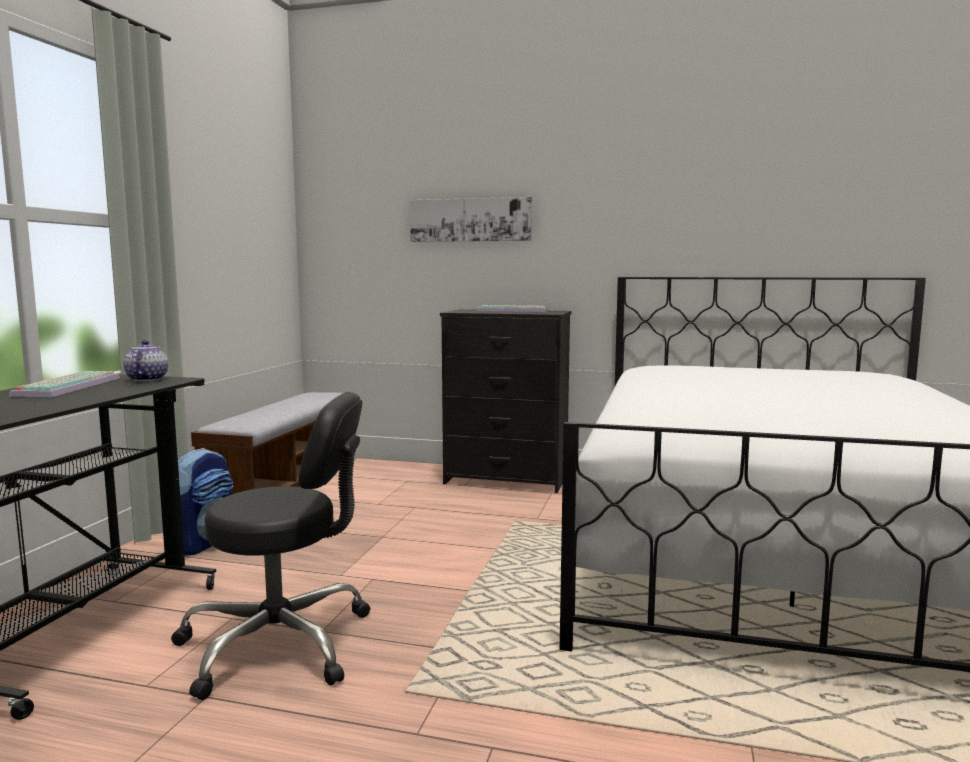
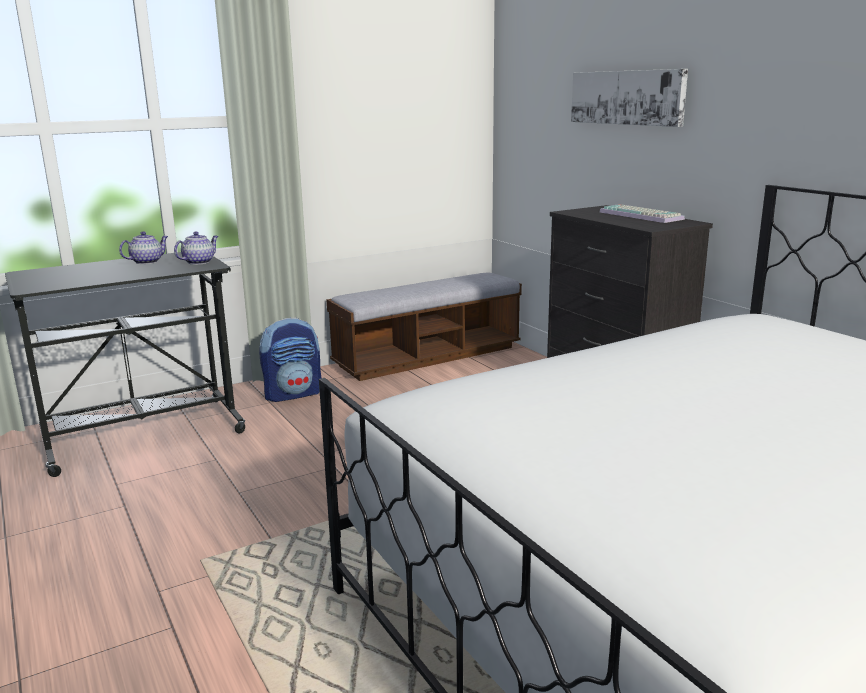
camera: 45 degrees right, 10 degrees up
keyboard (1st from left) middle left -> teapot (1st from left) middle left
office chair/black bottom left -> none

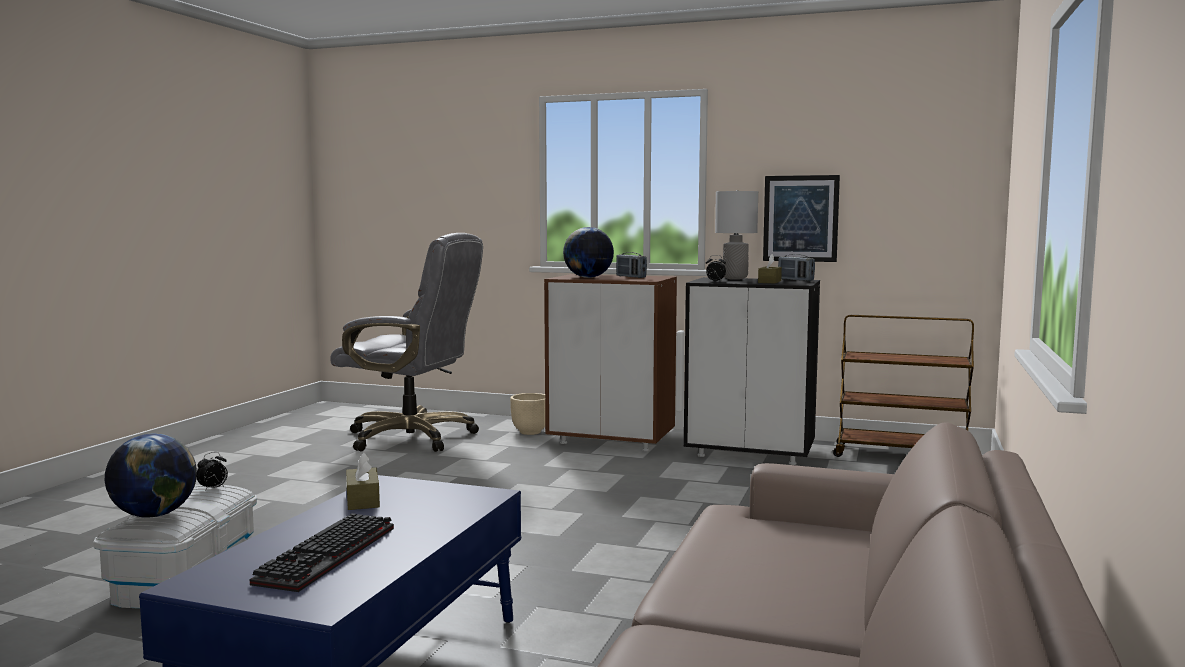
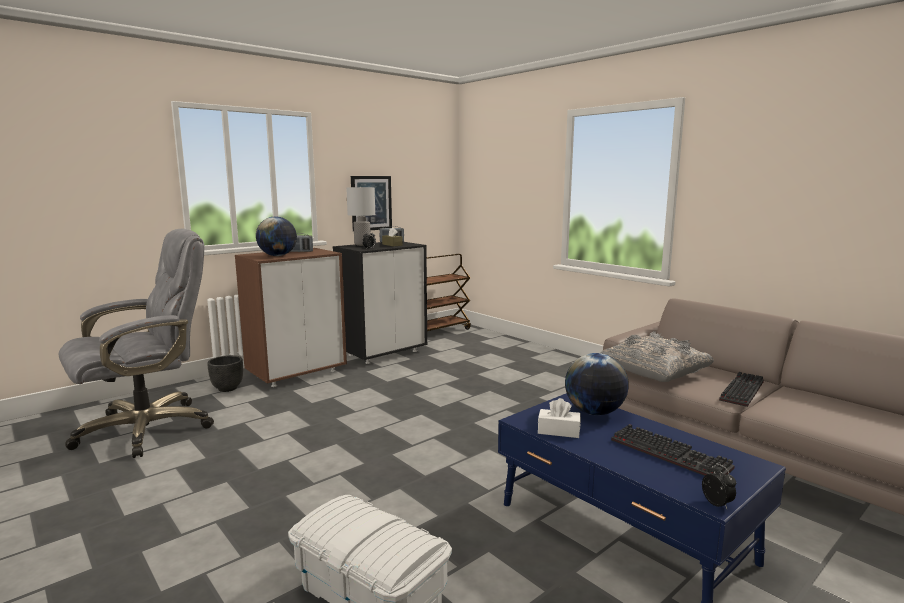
camera: 60 degrees left, 5 degrees up
planter/beige centre -> planter/black middle left
globe (1st from left in the first image) bottom left -> globe (2nd from left) centre, moved
alarm clock (1st from left in the first image) bottom left -> alarm clock (2nd from left) bottom right, moved
tissue box/brown (1st from left) bottom left -> tissue box/white bottom centre
none -> pillow/grey middle right
none -> keyboard (2nd from left) middle right

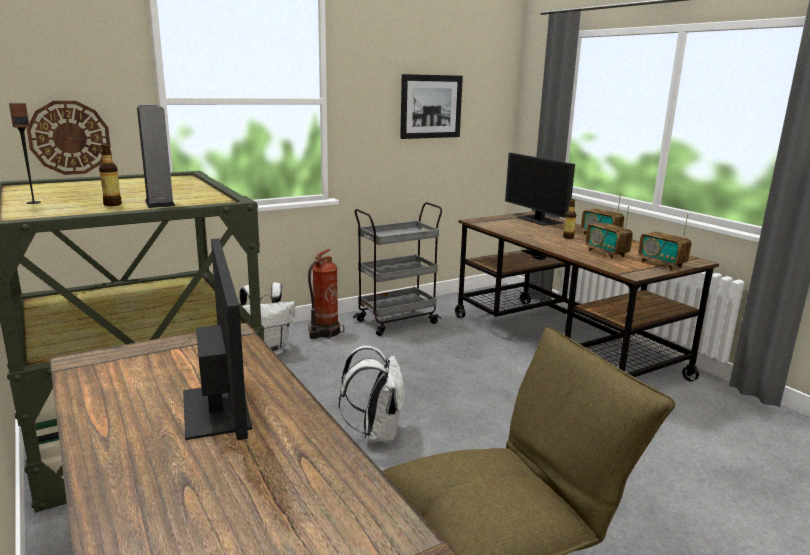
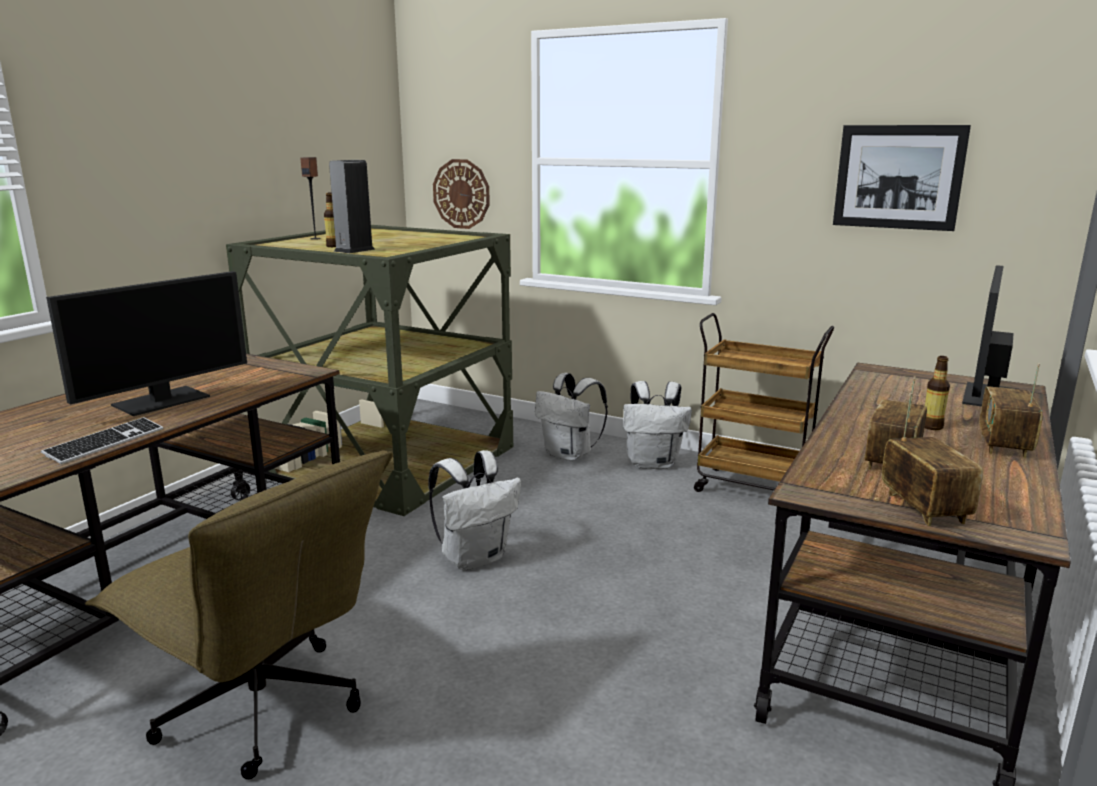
camera: 60 degrees right, 0 degrees up
cart/grey centre -> cart/brown middle right
radio (3rd from left in the first image) middle right -> radio (2nd from left) middle right, 150 degrees clockwise
fire extinguisher centre -> backpack/white (3rd from left) centre
none -> keyboard middle left

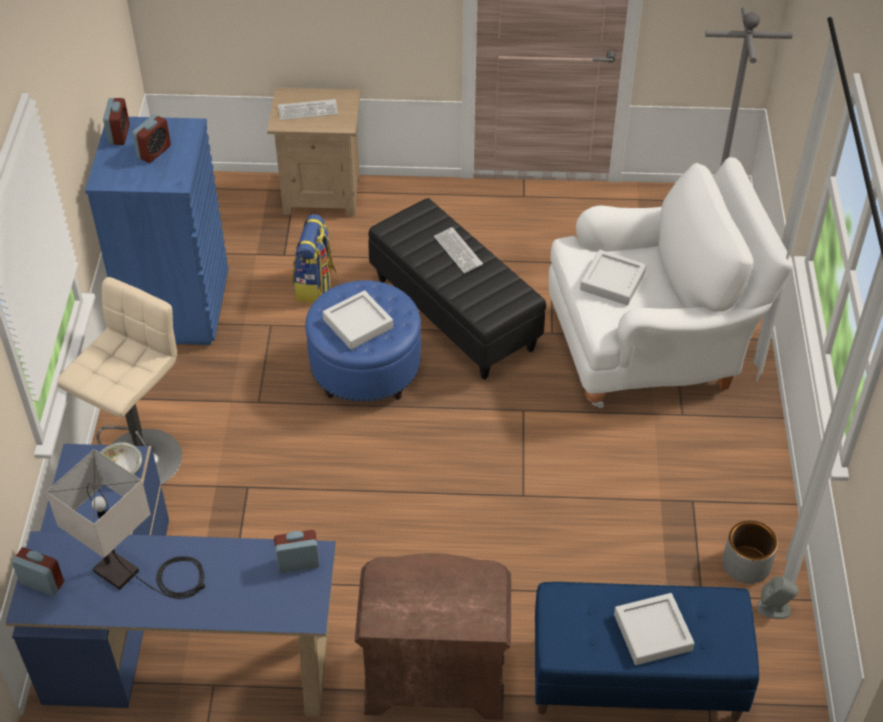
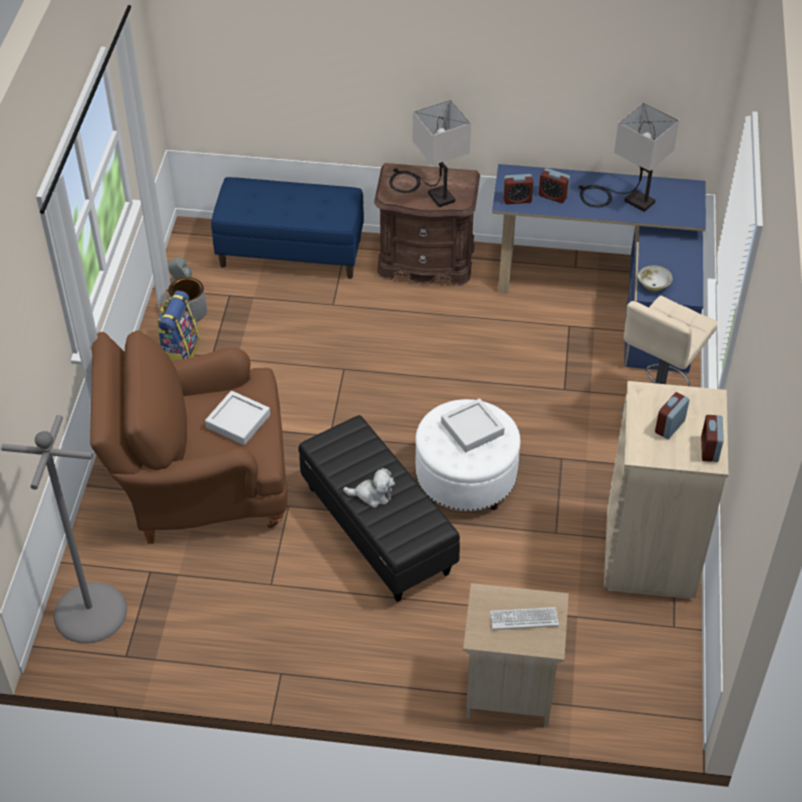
camera: 175 degrees left, 0 degrees up
dresser/blue top left -> dresser/beige middle right
armchair/white middle right -> armchair/brown middle left
backpack centre -> backpack middle left, moved
keyboard (2nd from left) centre -> plush toy centre
ottoman/blue centre -> ottoman/white centre
alarm clock (1st from left in the first image) bottom left -> alarm clock (2nd from left) top right, moved
tray/grey (3rd from left) bottom right -> none
none -> table lamp (1st from left) top centre

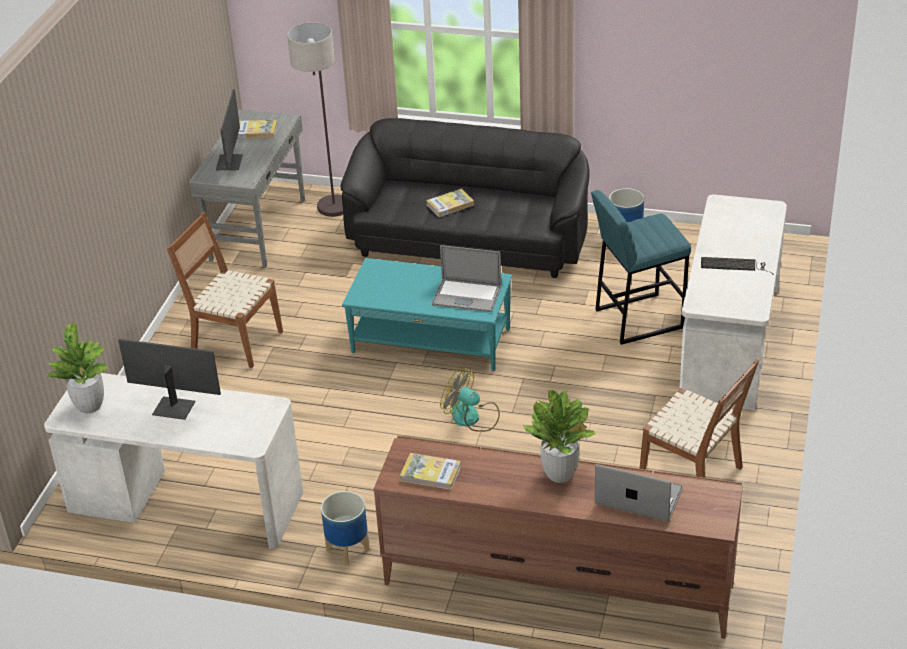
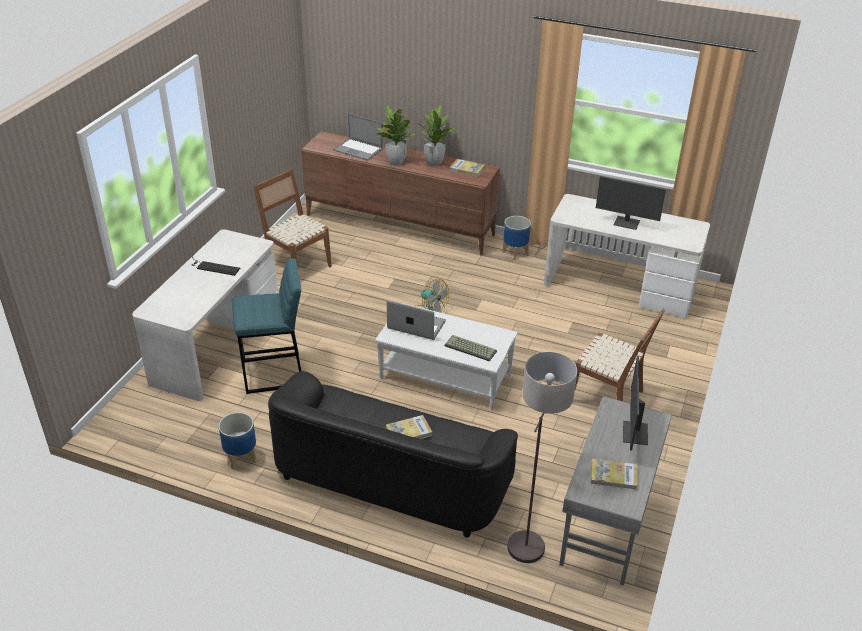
camera: 175 degrees left, 0 degrees up
coffee table/turquoise centre -> coffee table/white centre
potted plant (1st from left in the first image) middle left -> potted plant (2nd from left) top centre, moved
none -> keyboard (2nd from left) centre

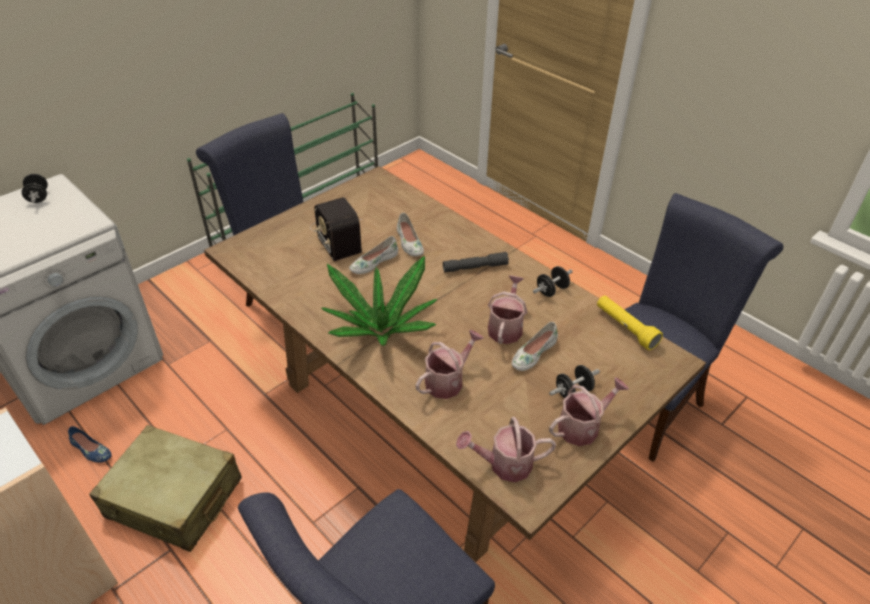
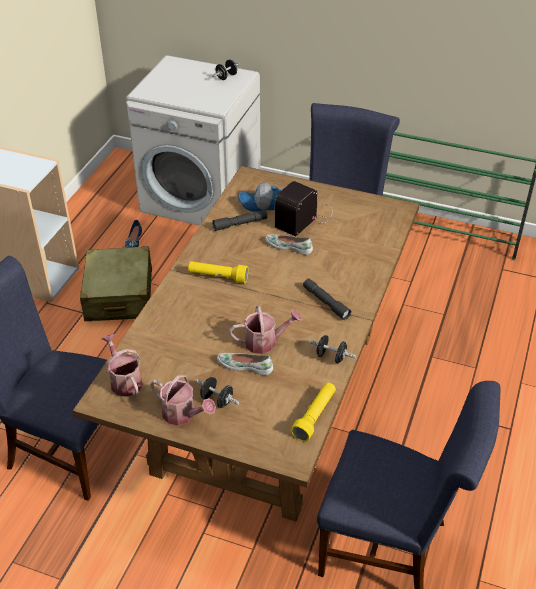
camera: 65 degrees right, 0 degrees up
shoe/white (2nd from left) centre -> none
potted plant centre -> flashlight/yellow (1st from left) centre
watering can (1st from left) centre -> none
none -> cap centre
none -> flashlight/grey (1st from left) centre

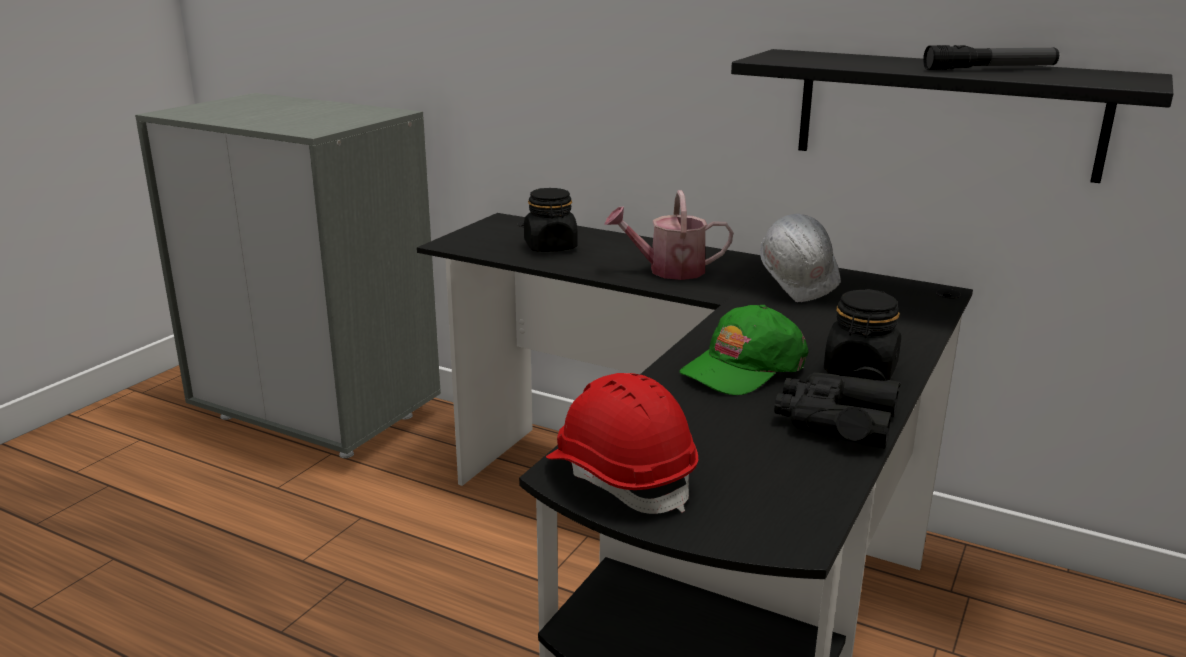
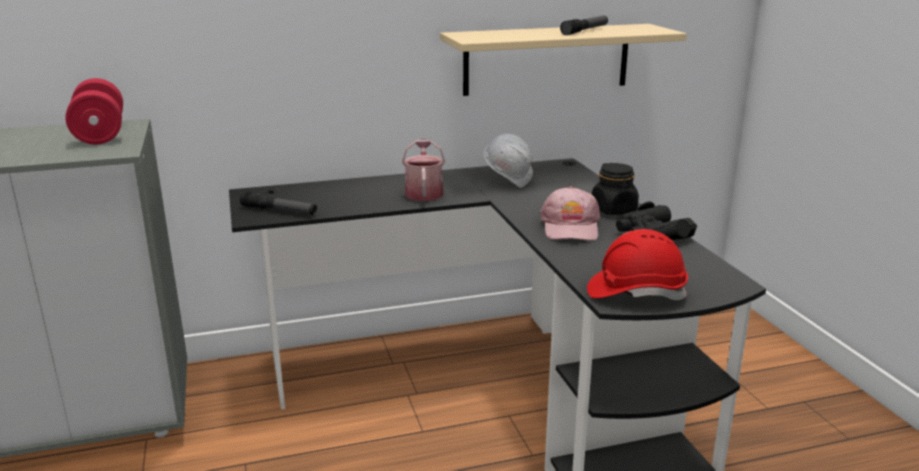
camera: 45 degrees left, 0 degrees up
shelf/black top right -> shelf/beige top centre
jar/black (1st from left) centre -> none
watering can centre, 135 degrees clockwise
cap/green centre -> cap/pink centre
none -> dumbbell/red top left
none -> flashlight (1st from left) middle left

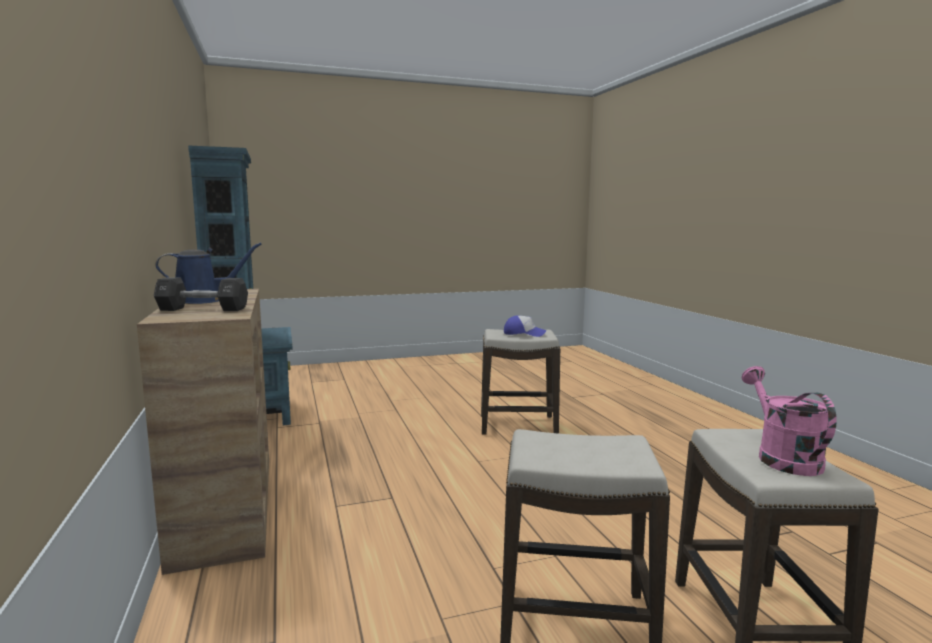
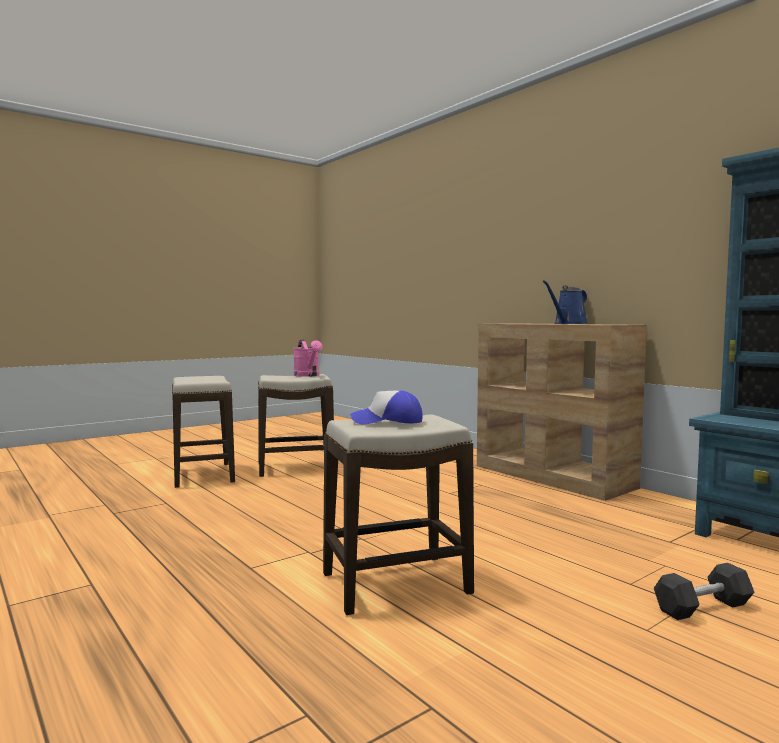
camera: 160 degrees right, 5 degrees down
dumbbell/black middle left -> dumbbell/black bottom right, moved
watering can/pink middle right -> watering can/pink centre, moved

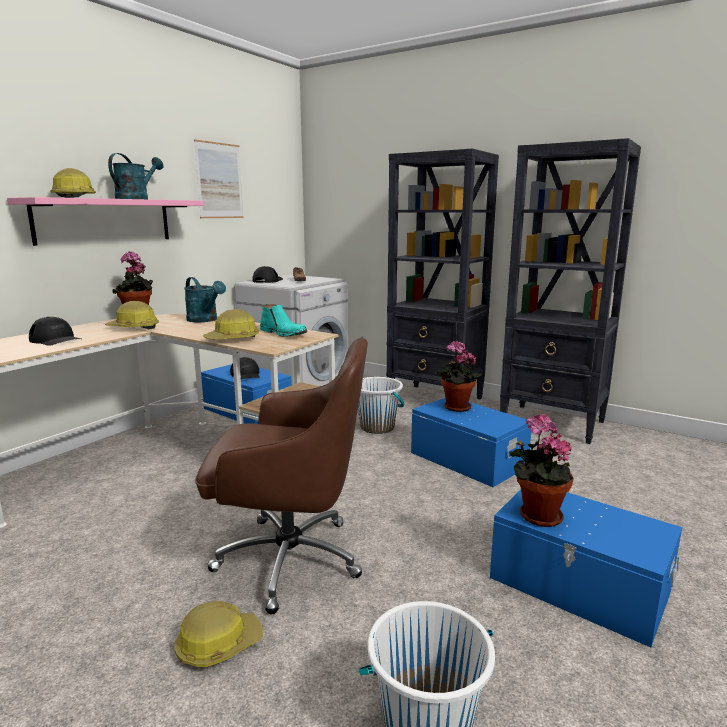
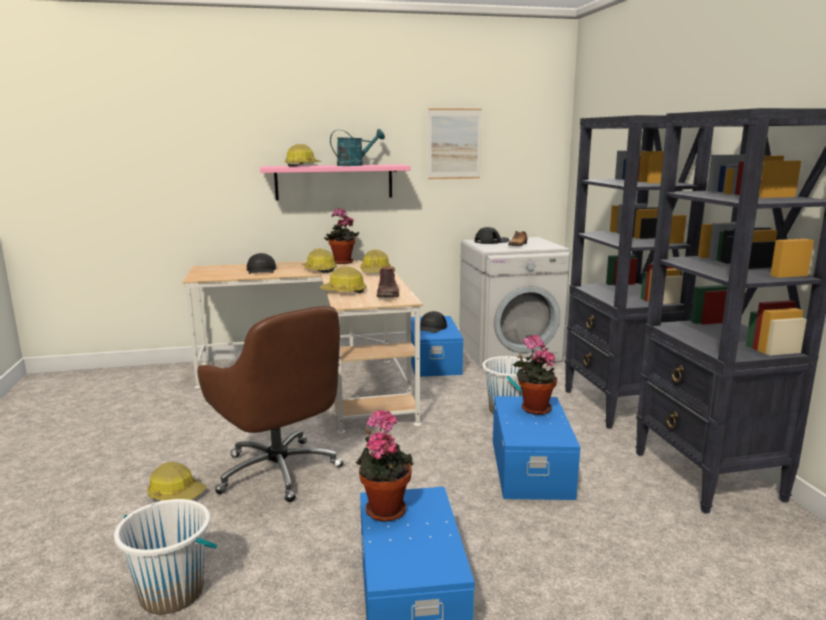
camera: 45 degrees right, 0 degrees up
watering can/turquoise (2nd from left) middle left -> hard hat (5th from left) centre
boot/turquoise centre -> boot/brown centre

